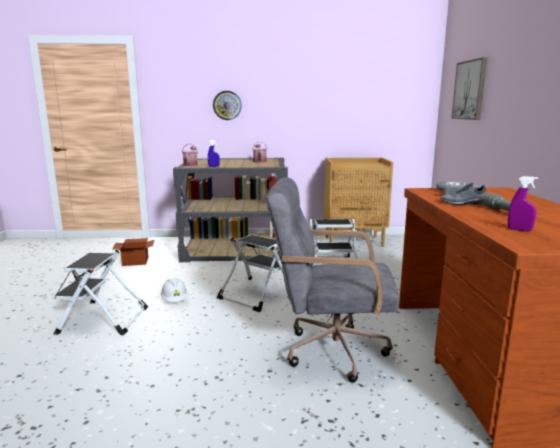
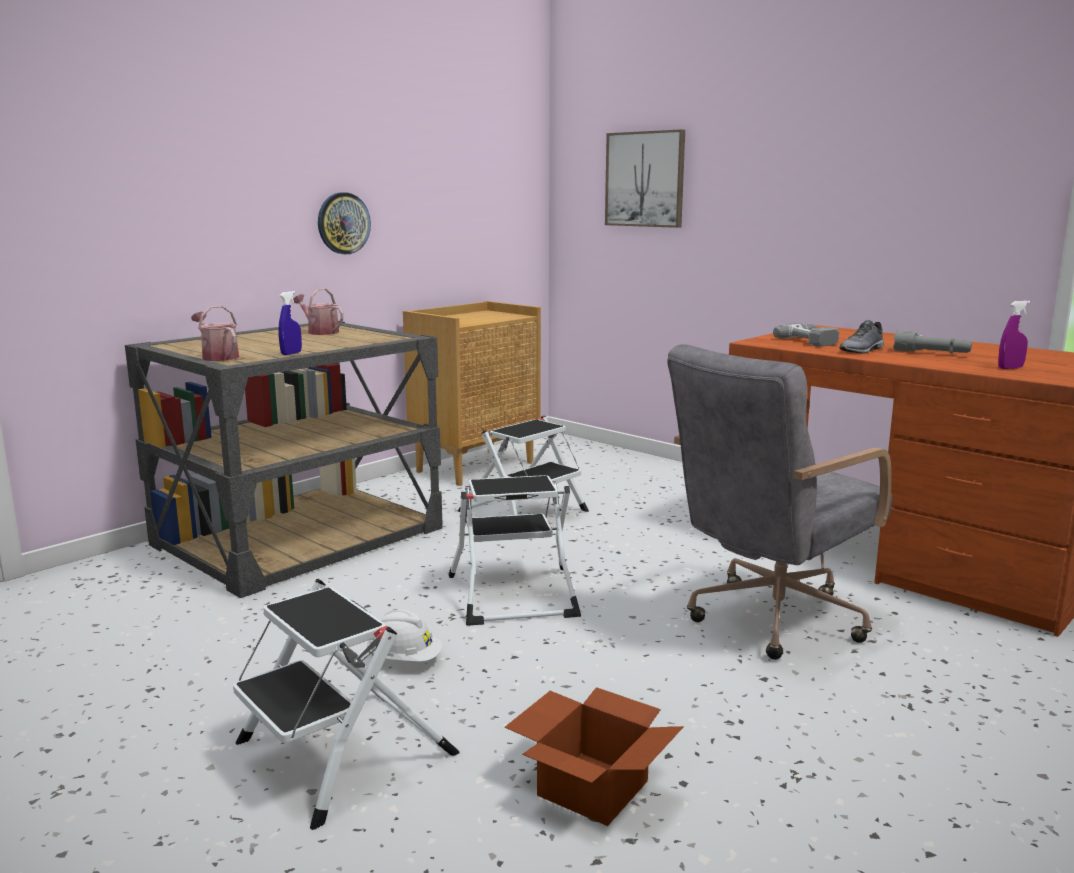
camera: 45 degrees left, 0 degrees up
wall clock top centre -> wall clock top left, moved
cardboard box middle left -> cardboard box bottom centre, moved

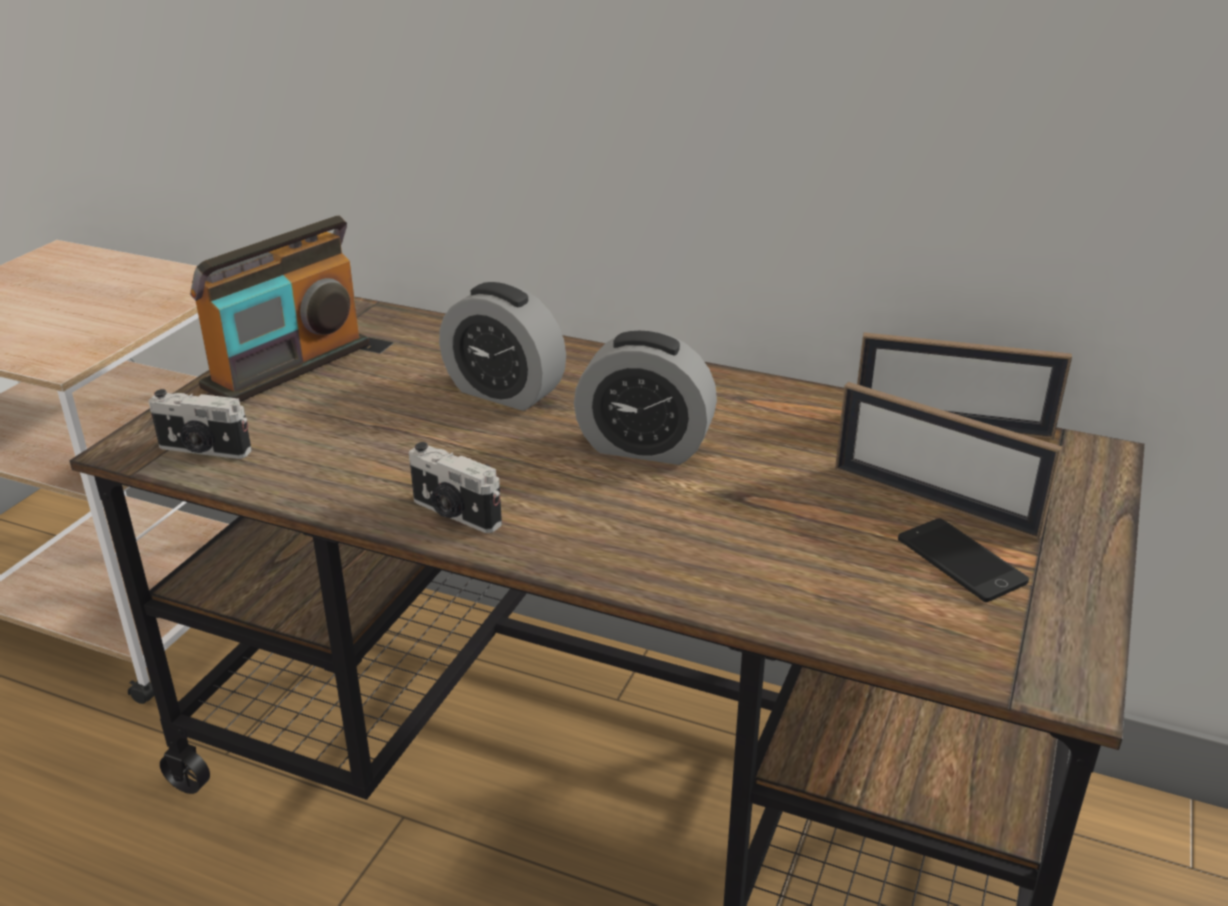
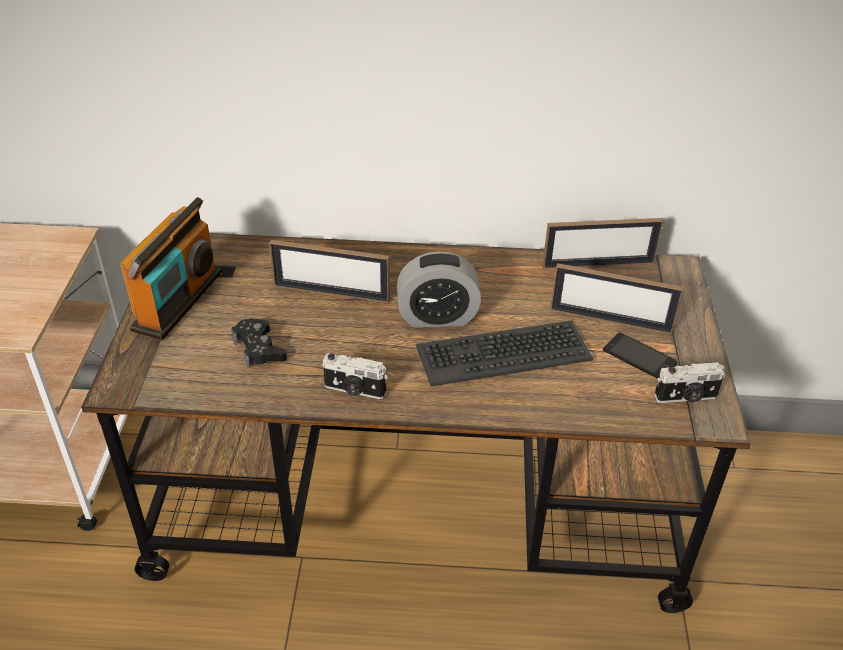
camera: 20 degrees left, 10 degrees up
alarm clock (1st from left) centre -> picture frame (1st from left) centre
photo camera (1st from left in the first image) middle left -> photo camera (2nd from left) middle right, moved
none -> game controller/black middle left
none -> keyboard centre

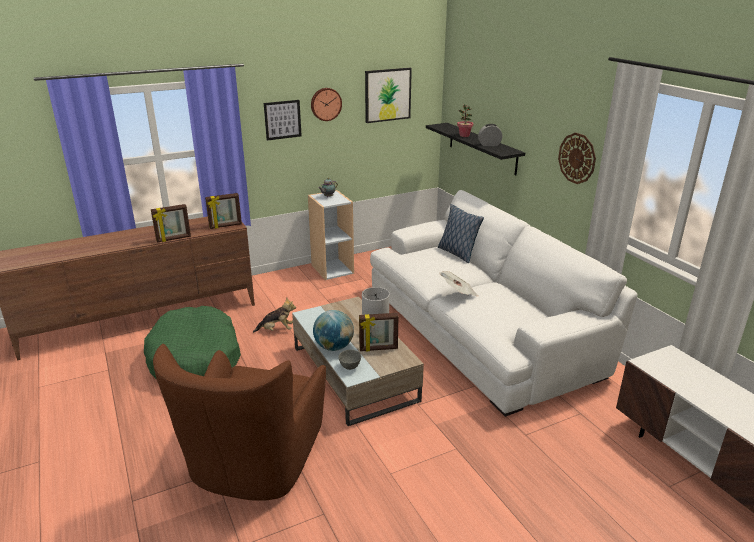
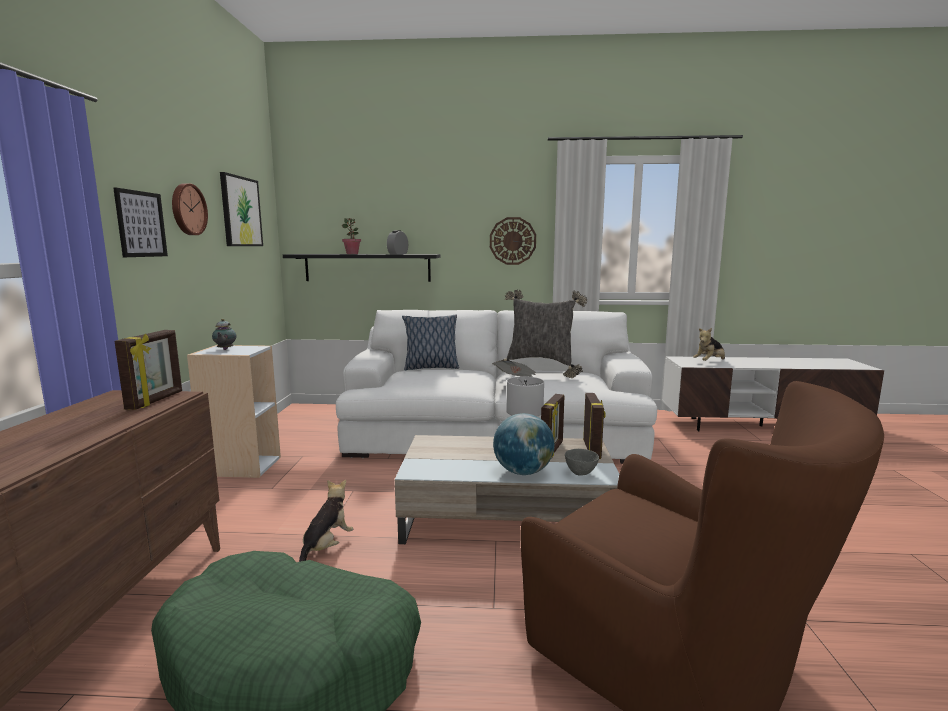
camera: 60 degrees left, 15 degrees down
picture frame (1st from left in the first image) middle left -> picture frame (3rd from left) centre, moved
none -> pillow (2nd from left) centre
none -> plush toy (2nd from left) middle right

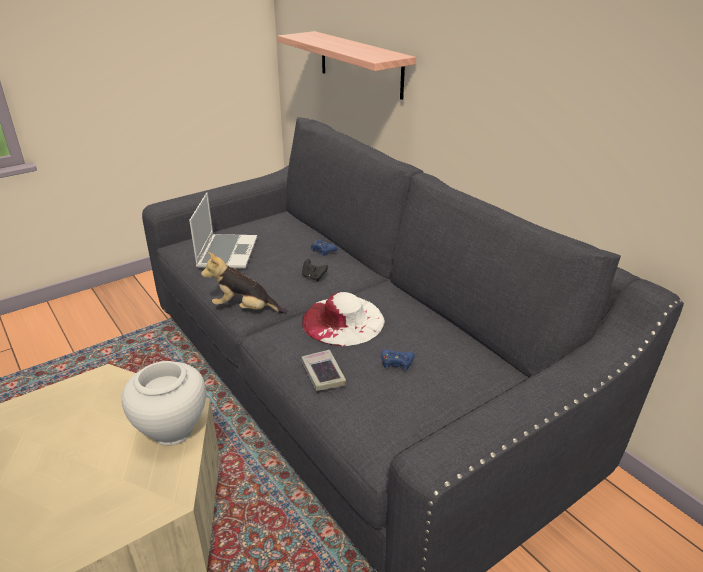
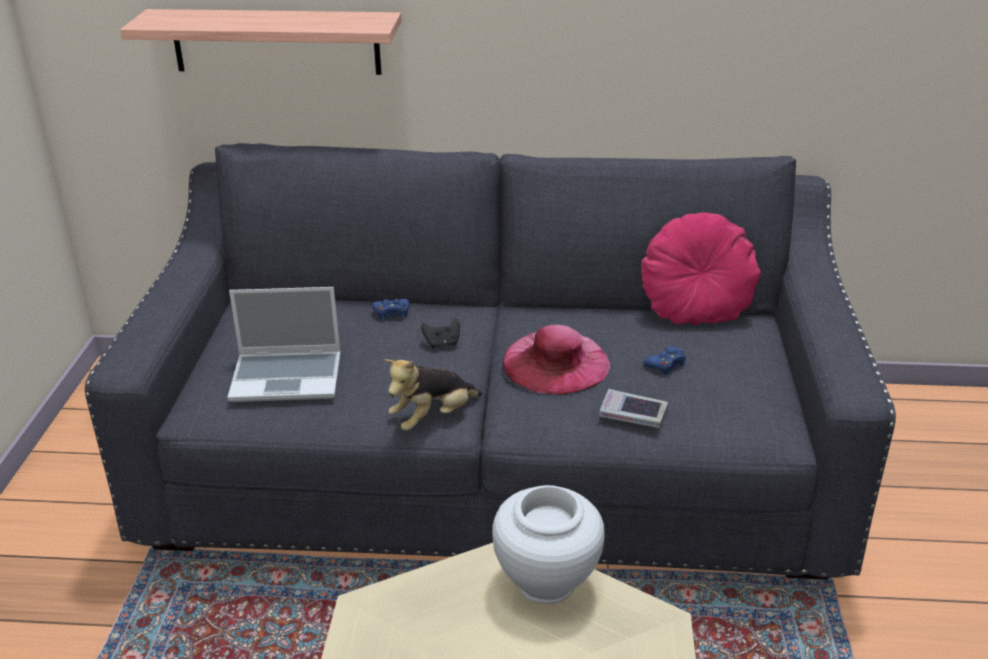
camera: 50 degrees left, 0 degrees up
laptop middle left, 135 degrees clockwise
hat/white centre -> hat/pink centre
none -> pillow/pink middle right

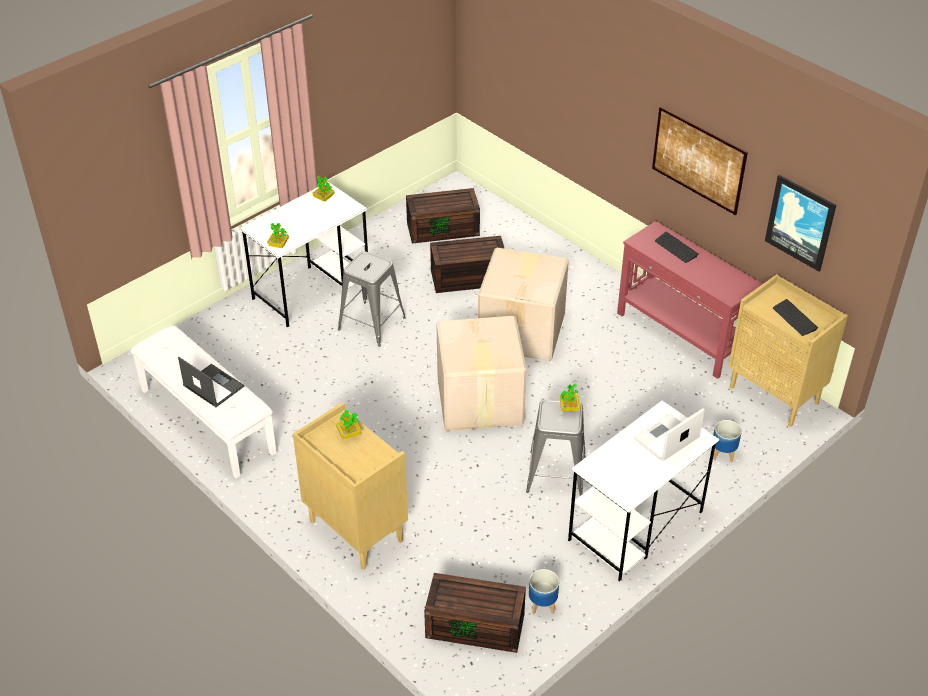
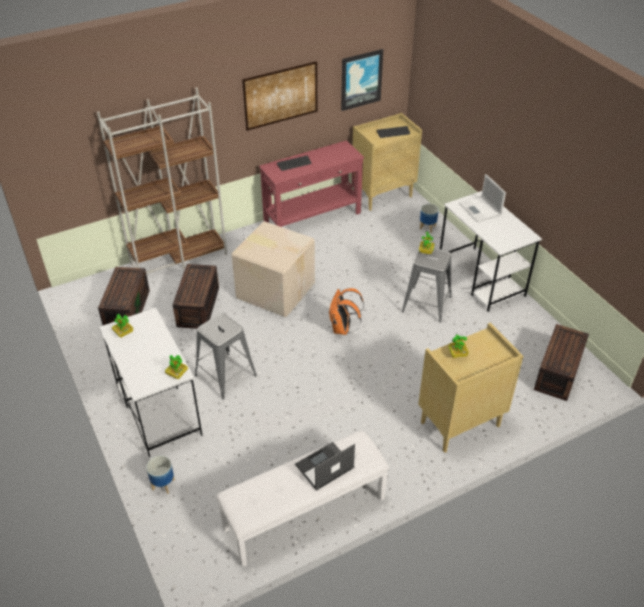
camera: 75 degrees left, 0 degrees up
cardboard box (1st from left) centre -> backpack/orange centre
planter (1st from left) bottom centre -> planter (1st from left) bottom left, moved
none -> bookcase/brown top left

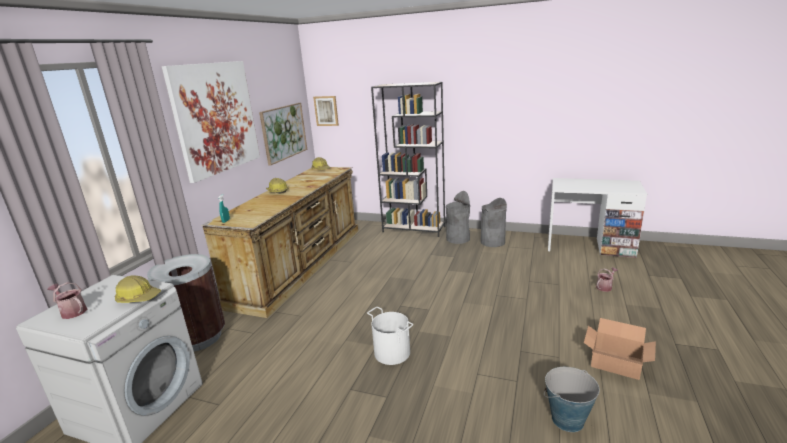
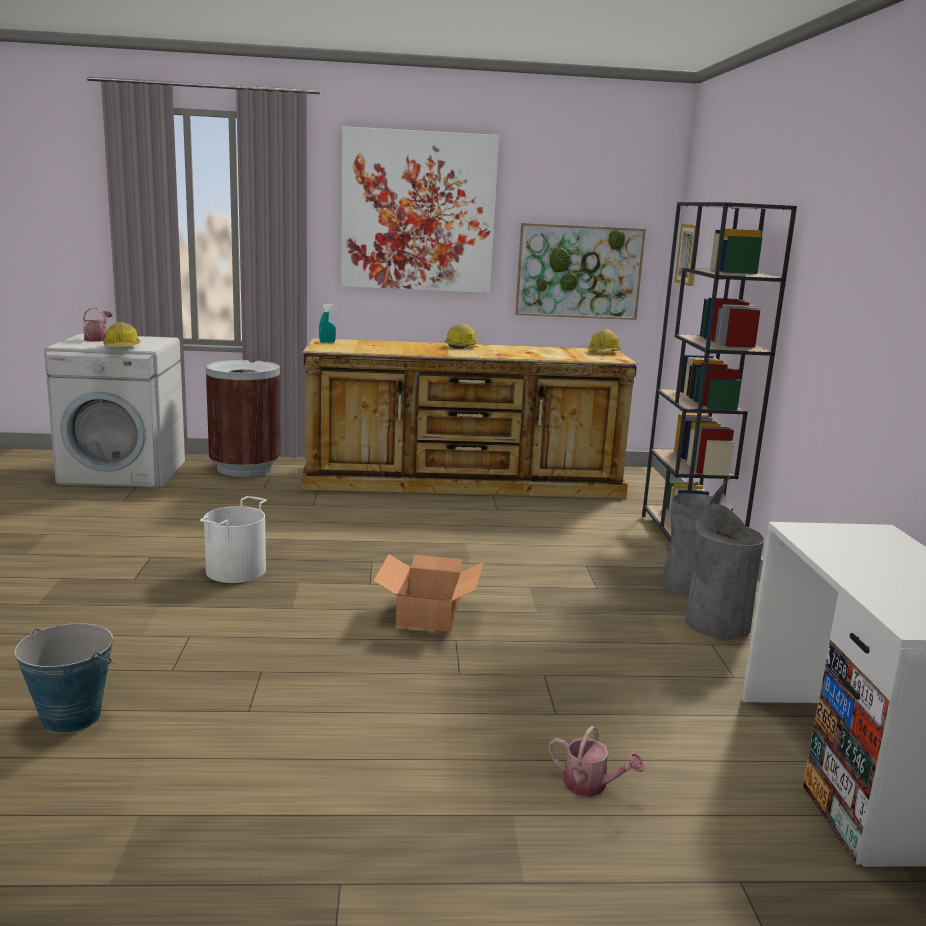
camera: 65 degrees right, 5 degrees down
cardboard box bottom right -> cardboard box centre, moved

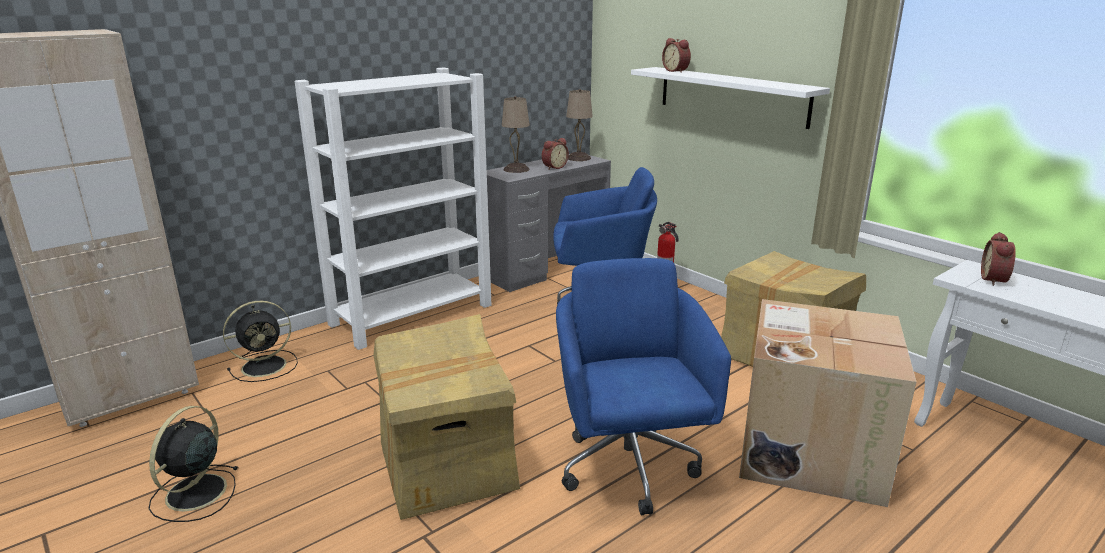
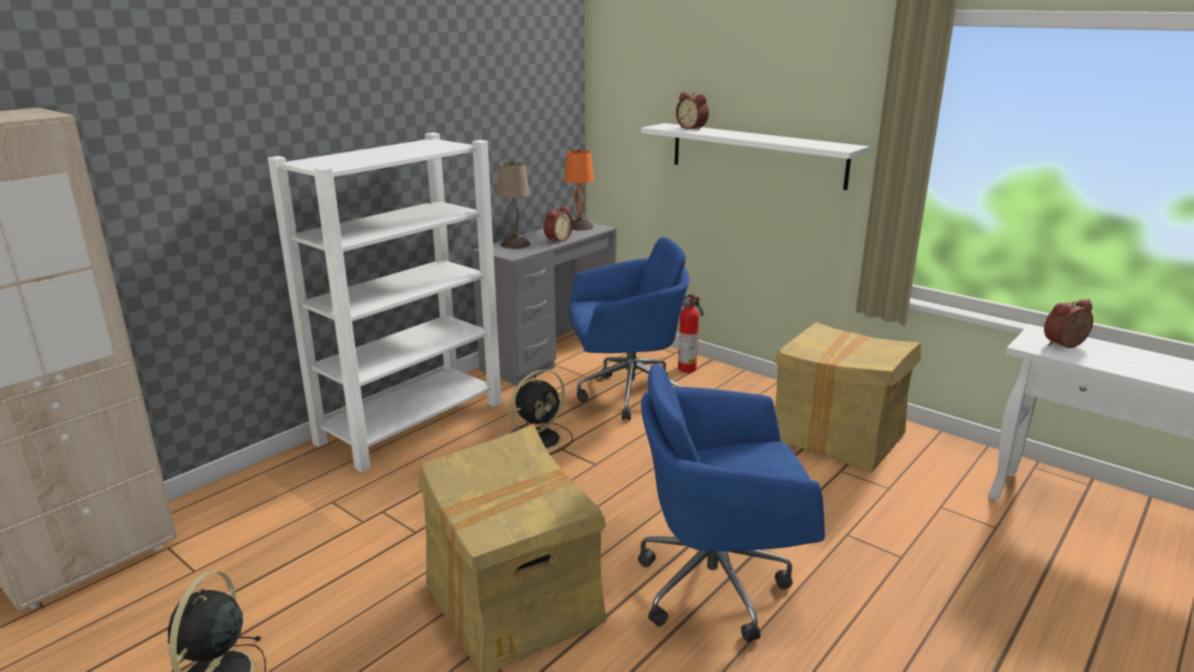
camera: 10 degrees left, 0 degrees up
table lamp/beige (2nd from left) top centre -> table lamp/orange top centre
alarm clock (3rd from left) middle right, 60 degrees clockwise
office chair/blue (2nd from left) bottom centre, 75 degrees counterclockwise
cardboard box (3rd from left) bottom right -> none
fan/black (2nd from left) middle left -> fan/black (2nd from left) centre, moved

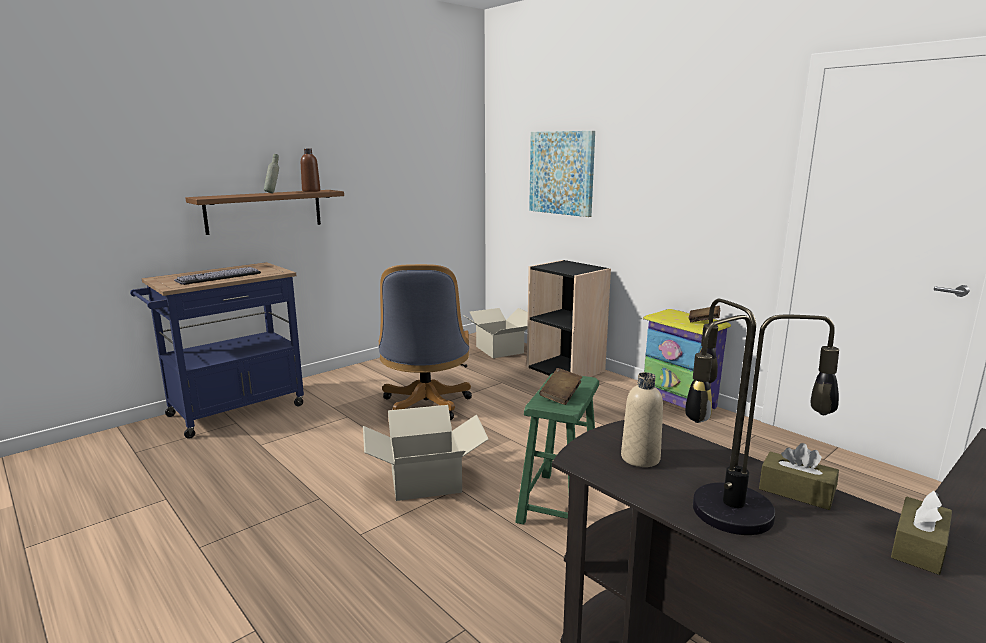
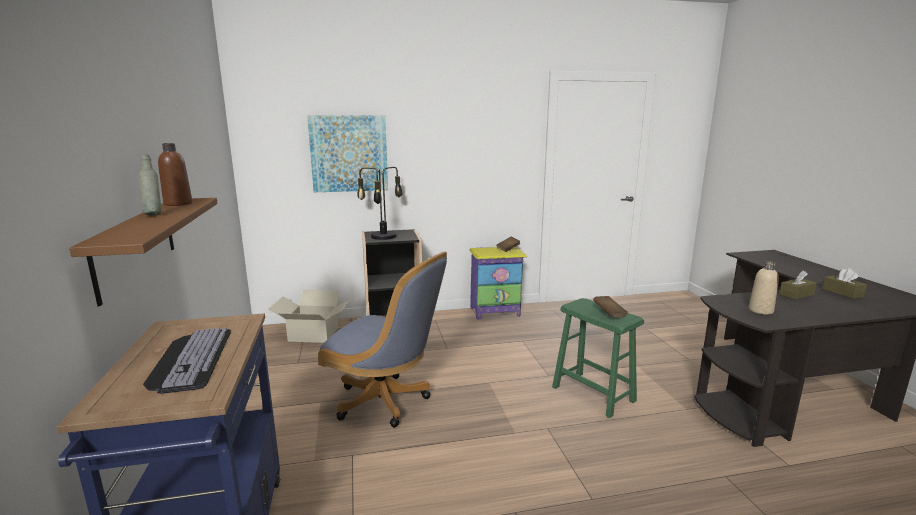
camera: 60 degrees left, 0 degrees up
table lamp middle right -> table lamp centre, moved
cardboard box (1st from left) bottom centre -> none

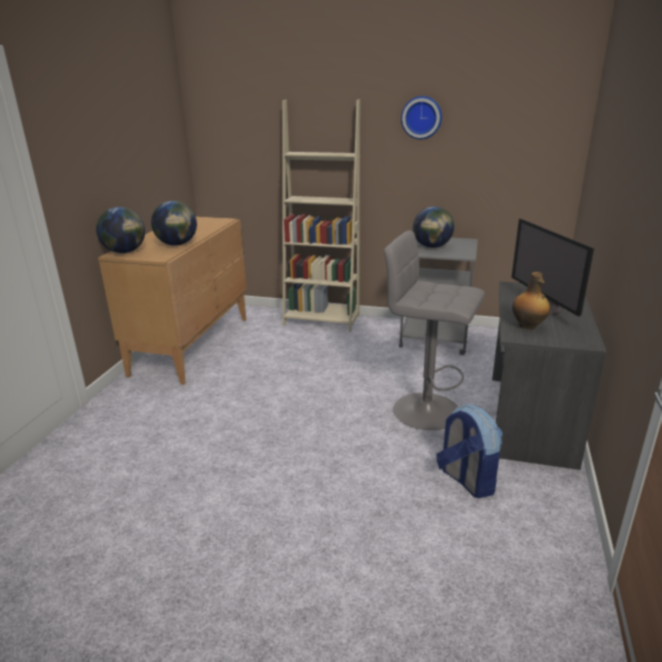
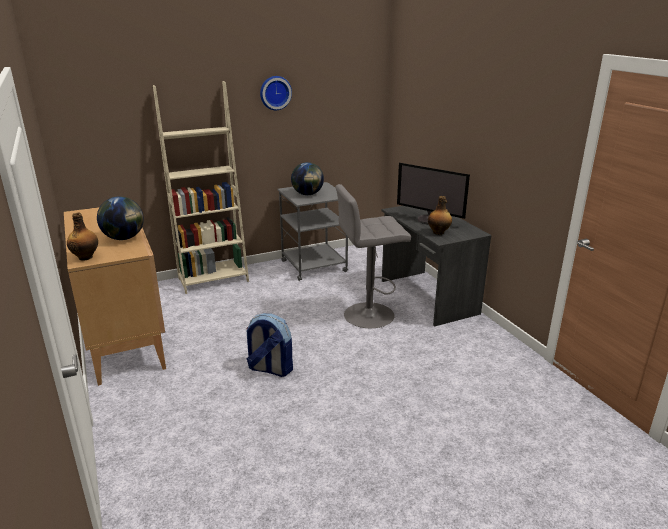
camera: 40 degrees left, 0 degrees up
globe (1st from left) middle left -> bottle (1st from left) middle left
backpack bottom right -> backpack centre, moved

